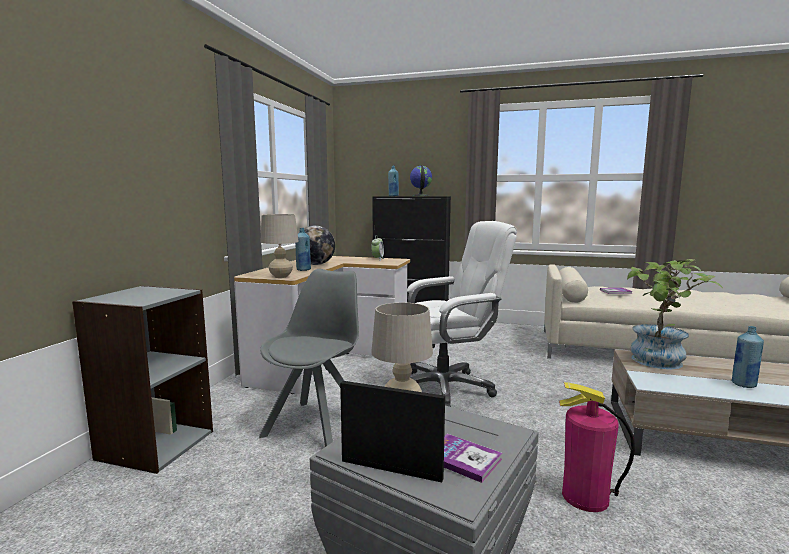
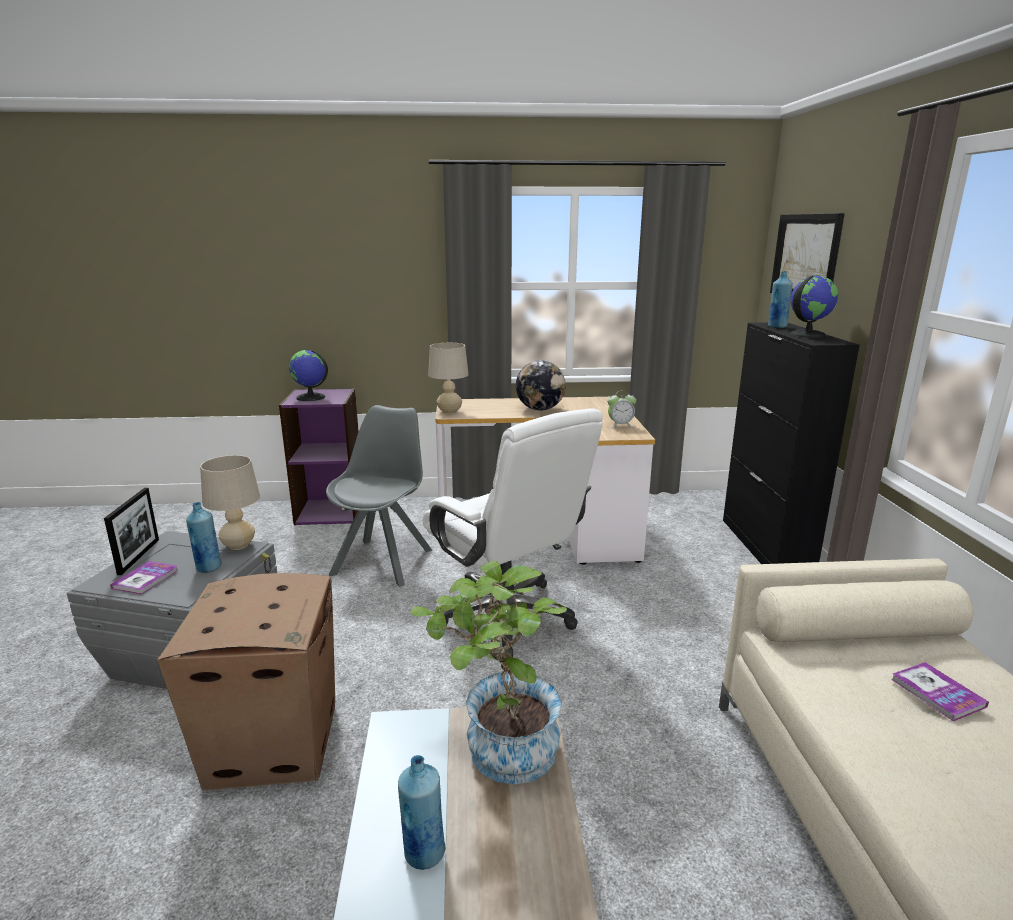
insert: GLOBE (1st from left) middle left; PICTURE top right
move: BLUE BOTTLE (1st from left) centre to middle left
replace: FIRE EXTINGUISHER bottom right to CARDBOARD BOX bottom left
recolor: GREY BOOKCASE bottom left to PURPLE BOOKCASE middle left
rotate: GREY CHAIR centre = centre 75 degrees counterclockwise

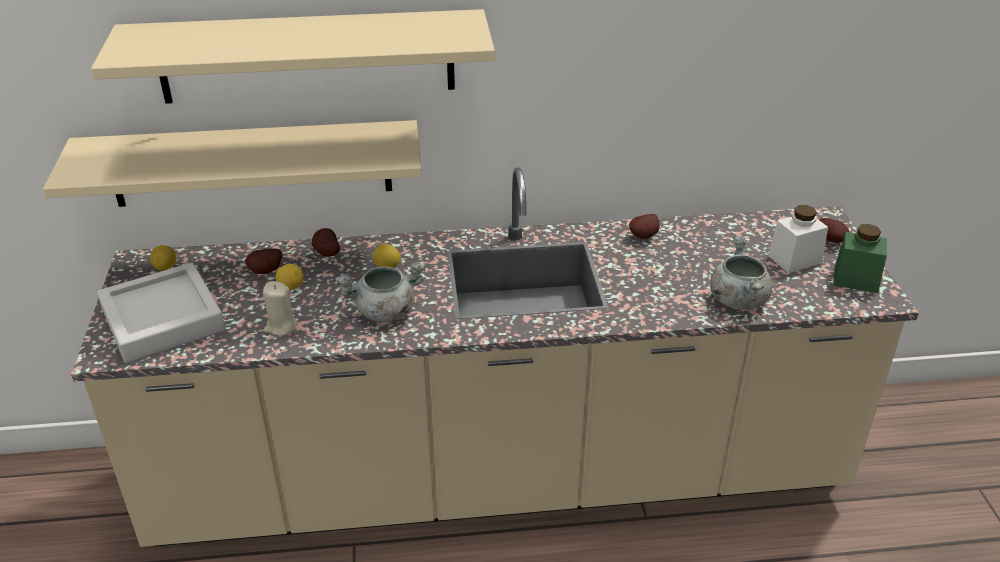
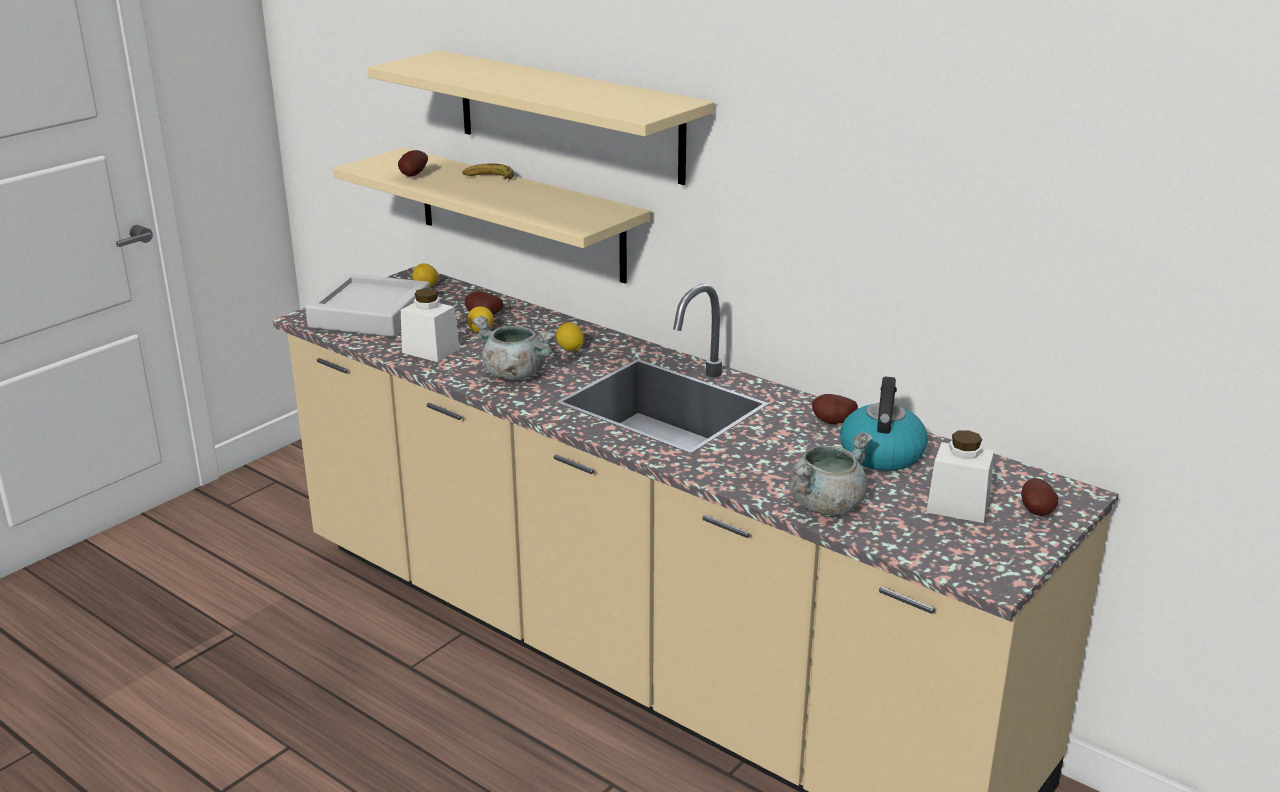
delete: GREEN JAR middle right
insert: BANANA top centre; KETTLE middle right
move: POTATO (2nd from left in the first image) middle left to POTATO (1st from left) top left
replace: BEIGE CANDLE middle left to WHITE JAR (1st from left) centre

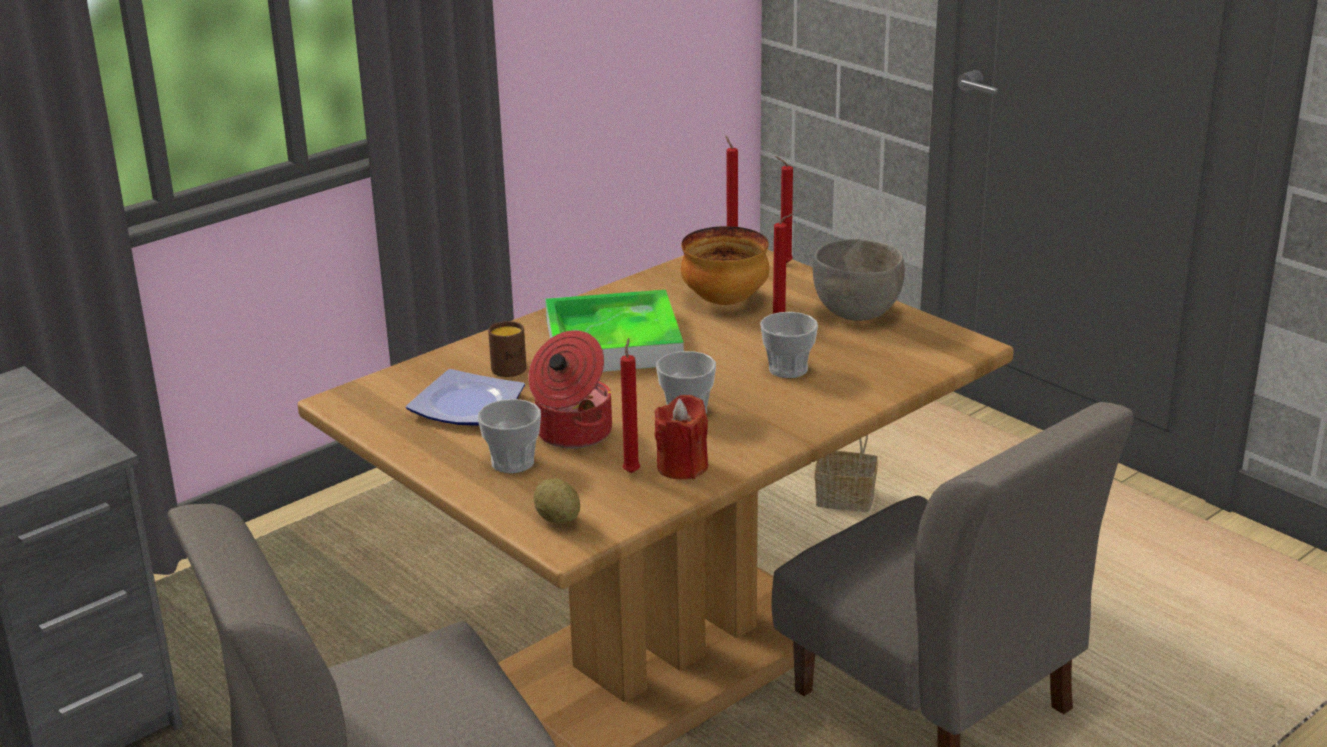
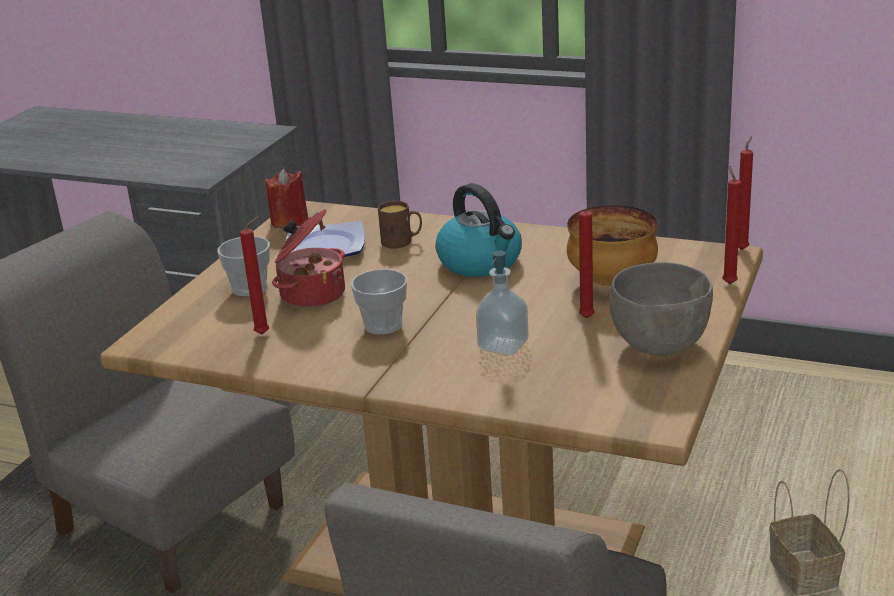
delete: POTATO bottom centre
move: RED CANDLE (2nd from left) centre to top left
replace: TRAY centre to KETTLE centre; CUP (3rd from left) centre to SOAP DISPENSER centre

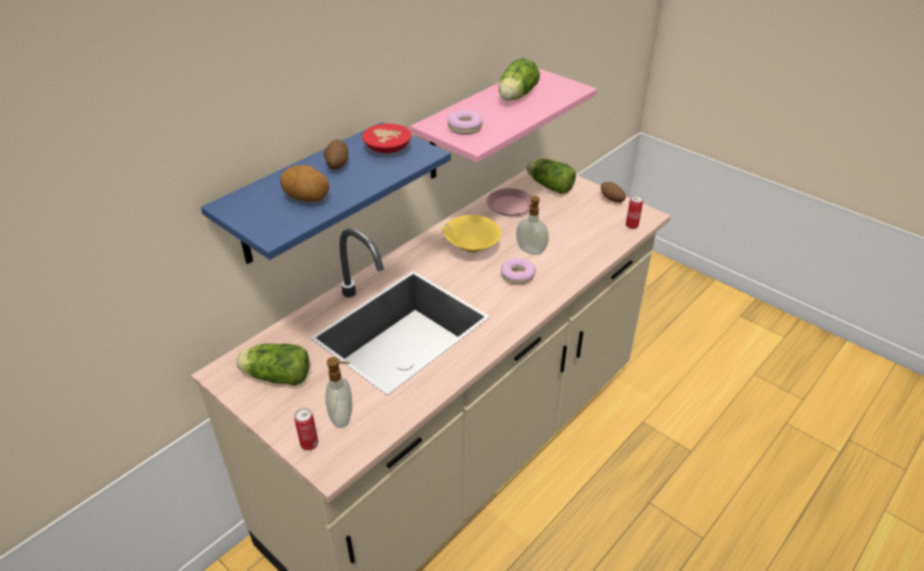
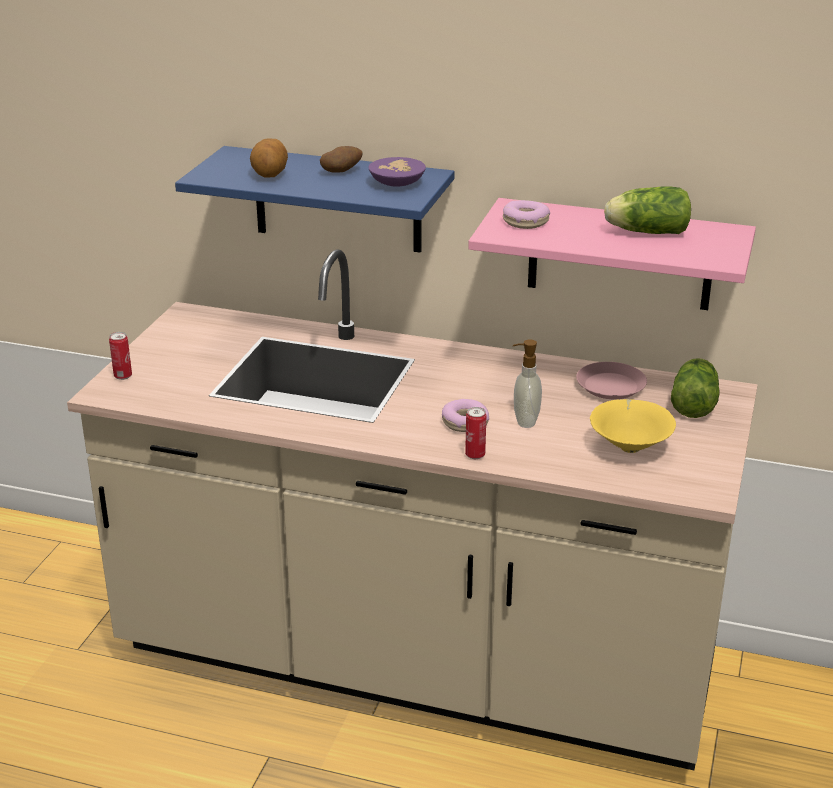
delete: LETTUCE (1st from left) middle left; SOAP DISPENSER (1st from left) bottom centre; POTATO (3rd from left) centre
move: CAN (2nd from left) middle right to centre; YELLOW BOWL centre to middle right
recolor: RED BOWL top centre to PURPLE BOWL top centre

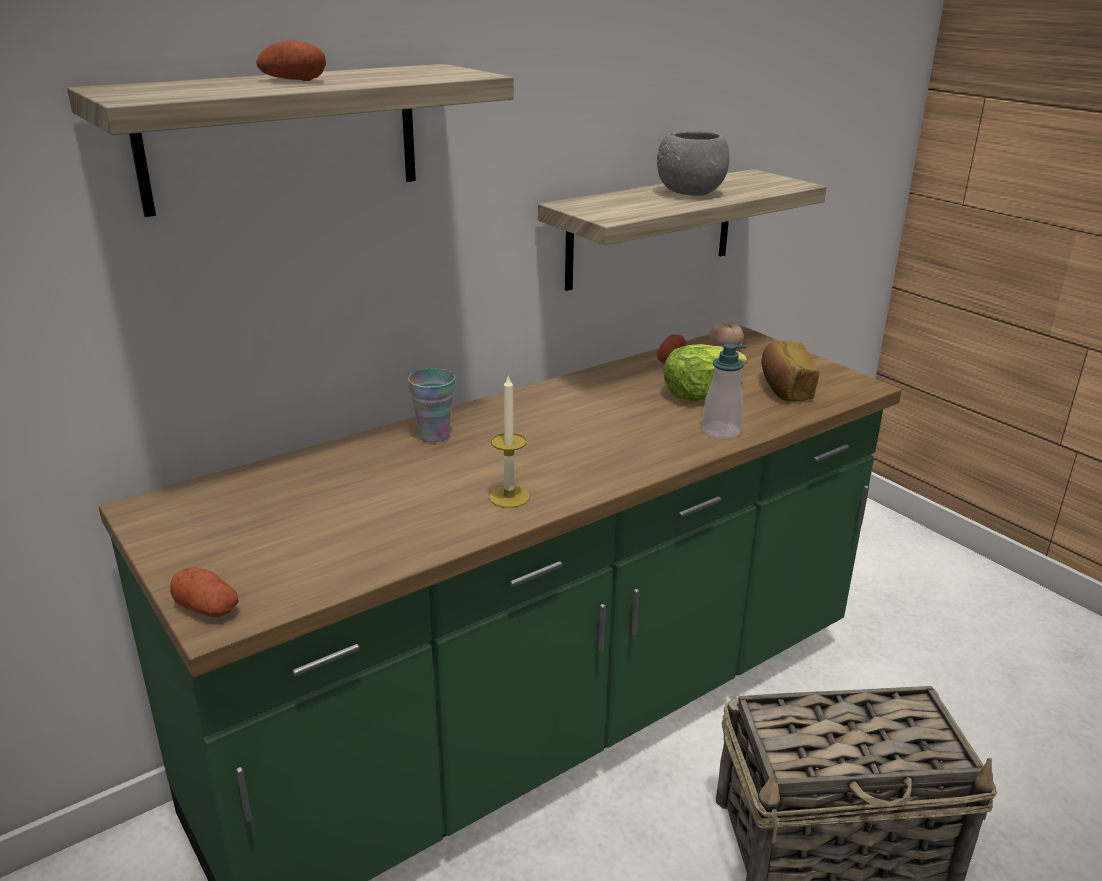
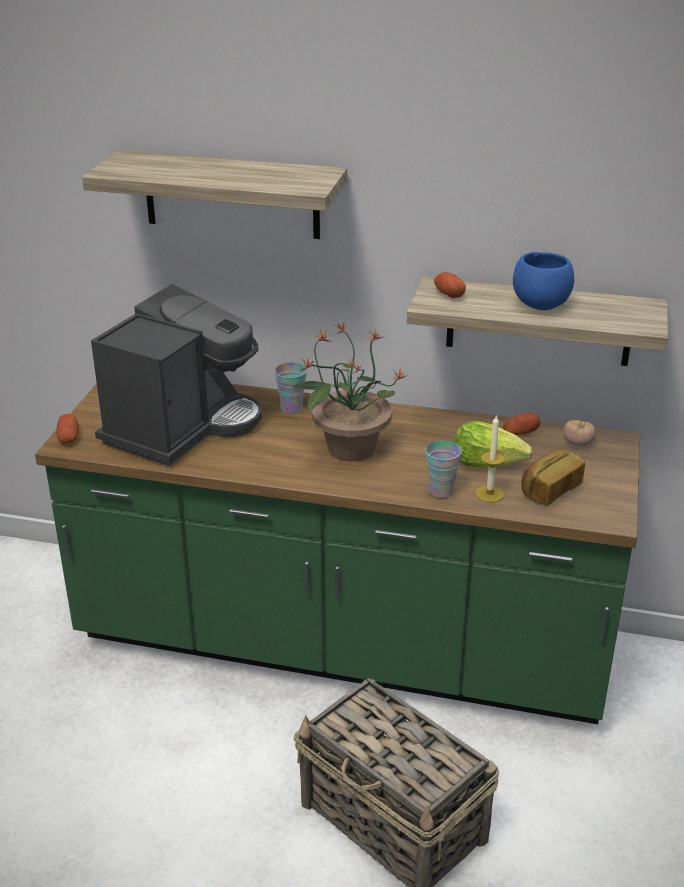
insert: COFFEE MACHINE middle left; POTTED PLANT centre
move: POTATO (2nd from left) top left to top centre; CANDLE centre to middle right
replace: SOAP DISPENSER centre to CUP (2nd from left) centre
recolor: GREY BOWL top centre to BLUE BOWL top right

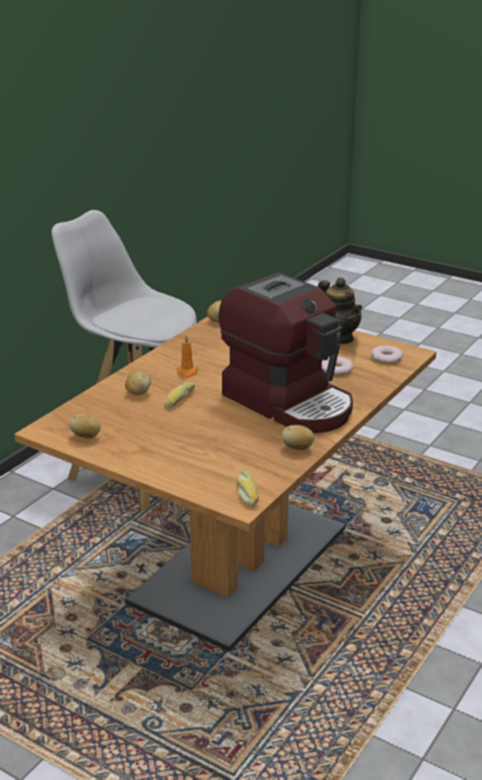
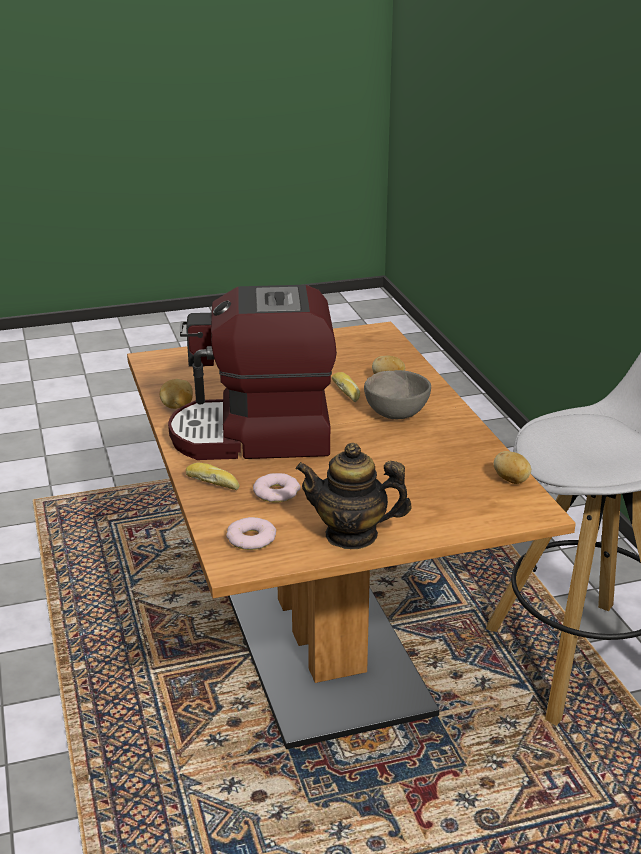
delete: POTATO (1st from left) middle left
move: BREAD (2nd from left in the first image) centre to BREAD (1st from left) middle left
replace: ORANGE CANDLE centre to GREY BOWL centre

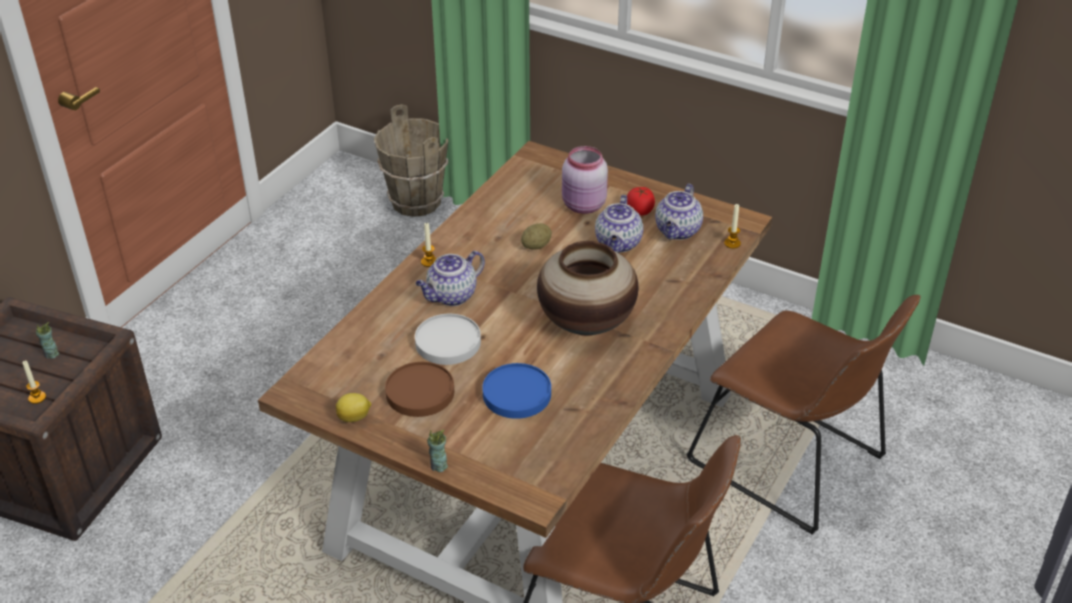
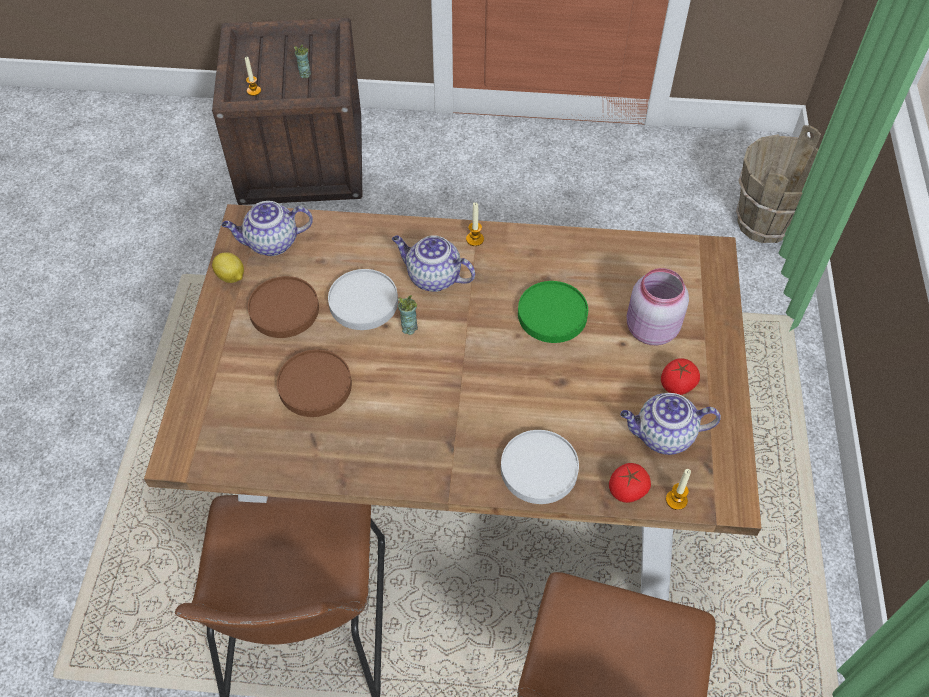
delete: VASE centre
insert: WHITE PLATE (2nd from left) bottom centre; TOMATO (1st from left) bottom right
move: TEAPOT (2nd from left in the first image) centre to TEAPOT (1st from left) top left; CUP (2nd from left) bottom centre to centre
replace: POTATO centre to GREEN PLATE centre
recolor: BLUE PLATE centre to BROWN PLATE (2nd from left) centre

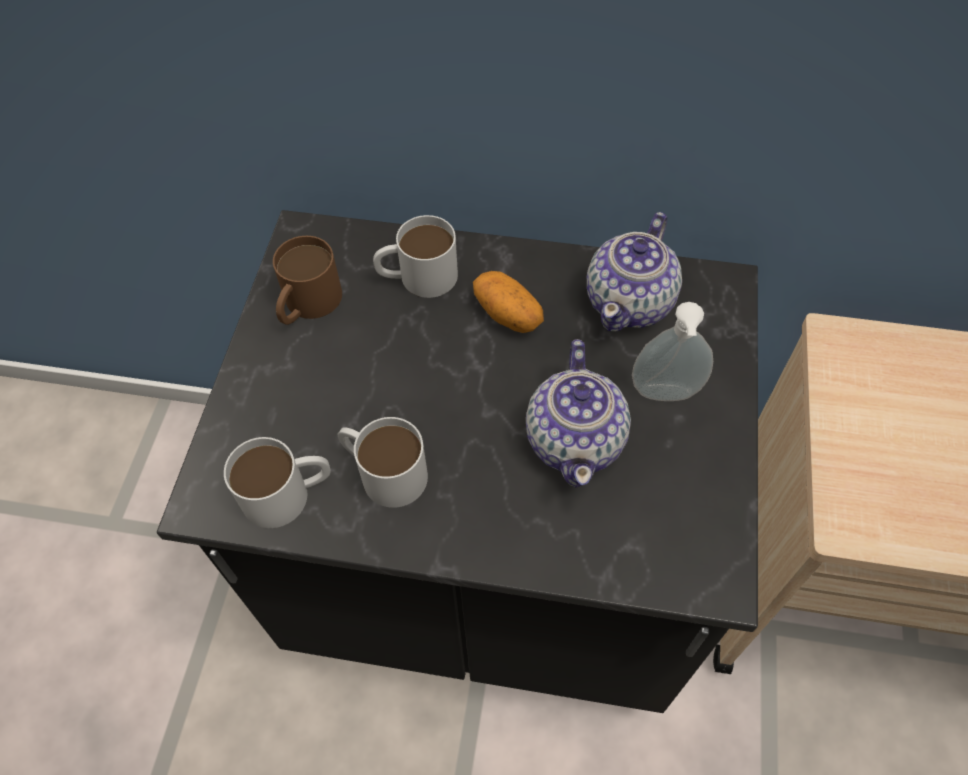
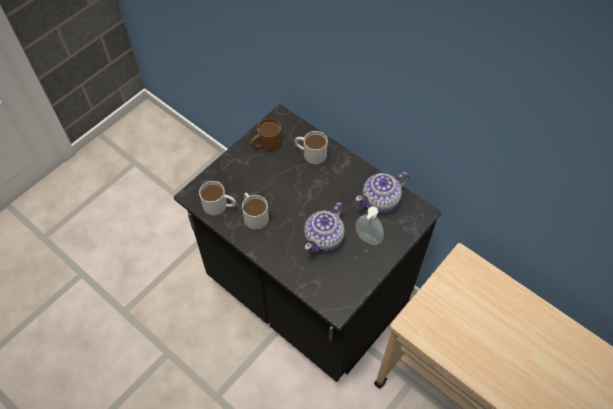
delete: POTATO centre

